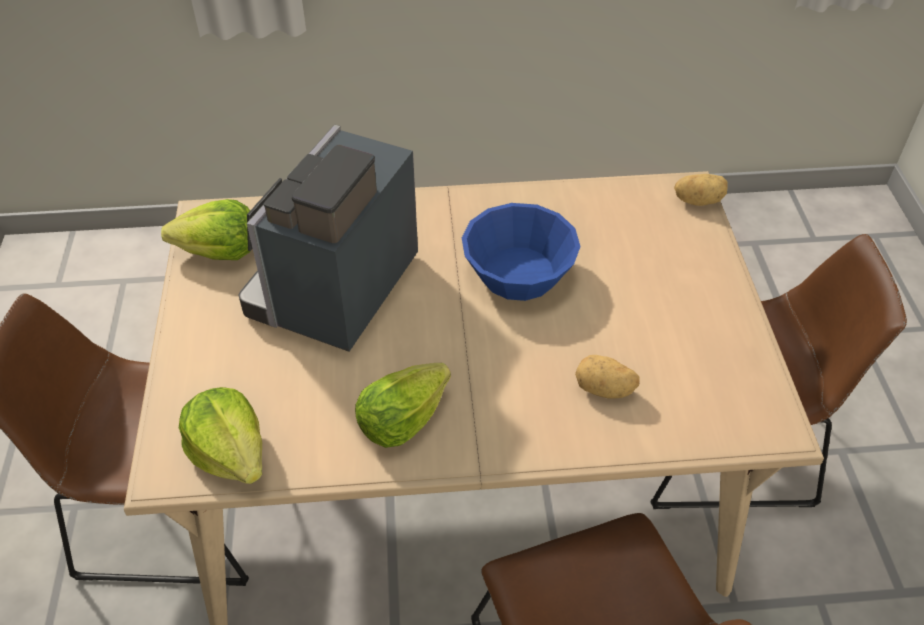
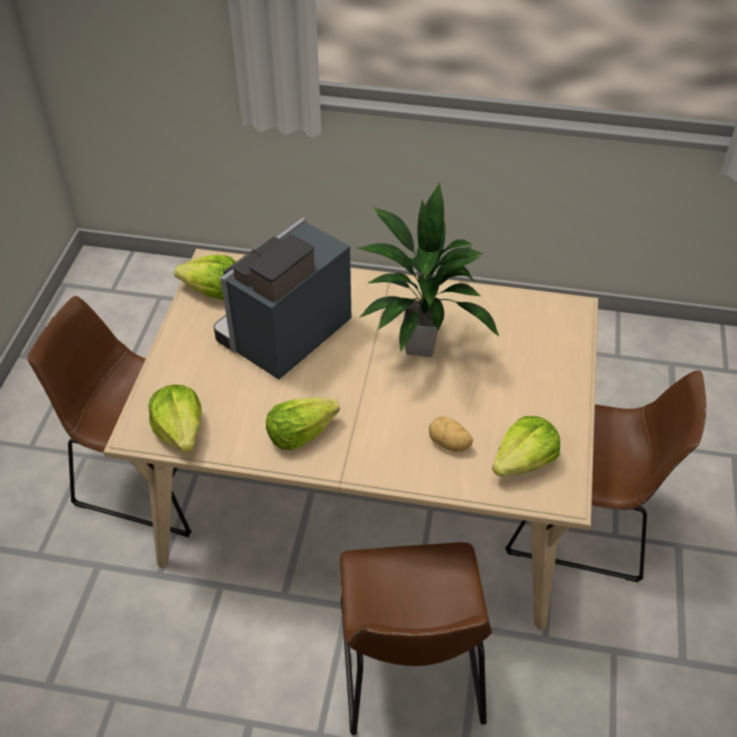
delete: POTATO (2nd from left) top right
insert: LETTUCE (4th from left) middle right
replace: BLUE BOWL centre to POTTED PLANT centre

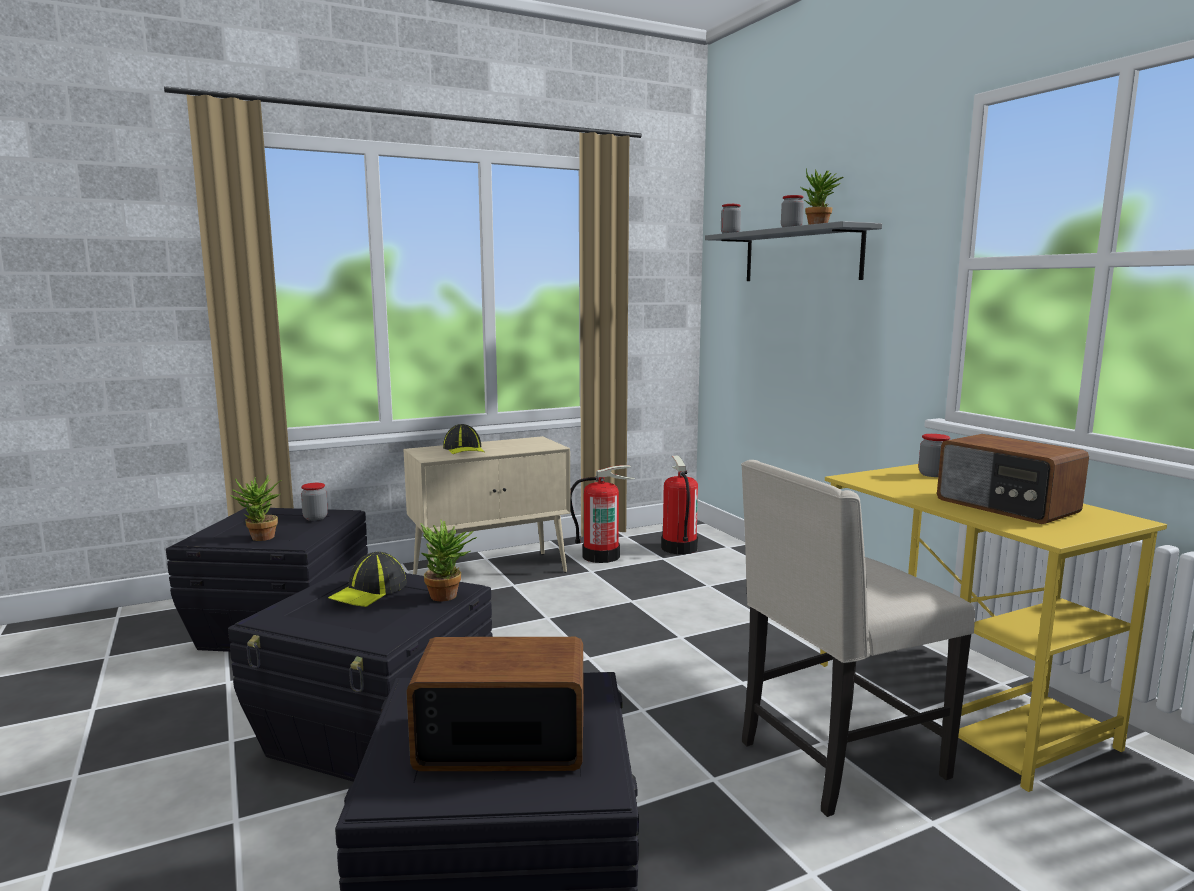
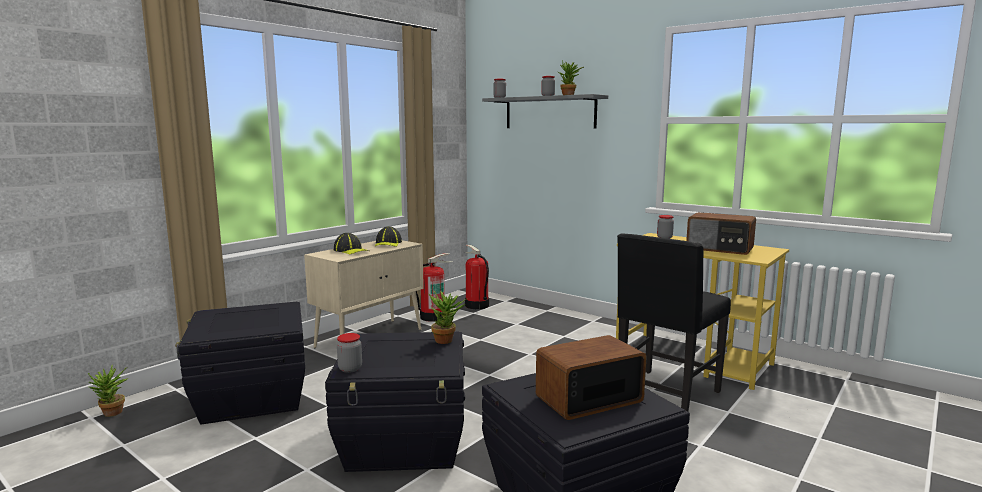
move: POTTED PLANT (1st from left) middle left to bottom left; JAR (1st from left) middle left to bottom centre; CAP (1st from left in the first image) middle left to CAP (2nd from left) centre
recolor: BEIGE CHAIR bottom right to BLACK CHAIR middle right

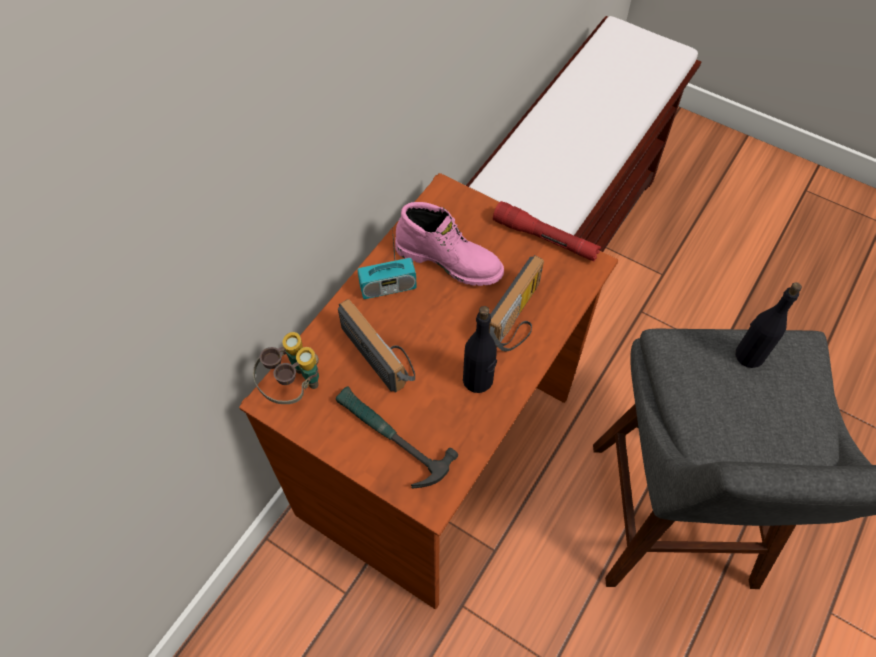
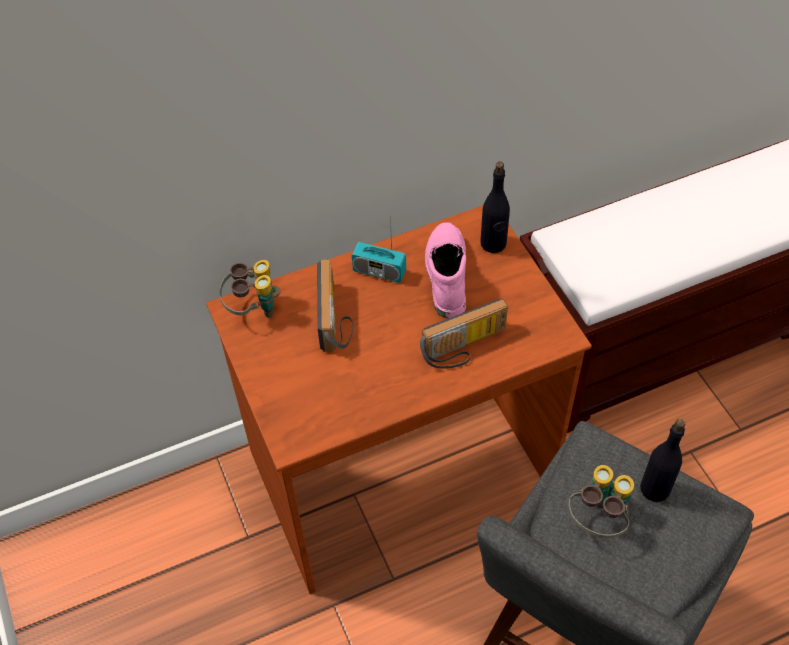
delete: HAMMER centre; RED FLASHLIGHT centre
insert: BINOCULARS (2nd from left) bottom right
move: BLACK BOTTLE (1st from left) centre to top centre
rotate: PINK BOOT centre = centre 150 degrees counterclockwise

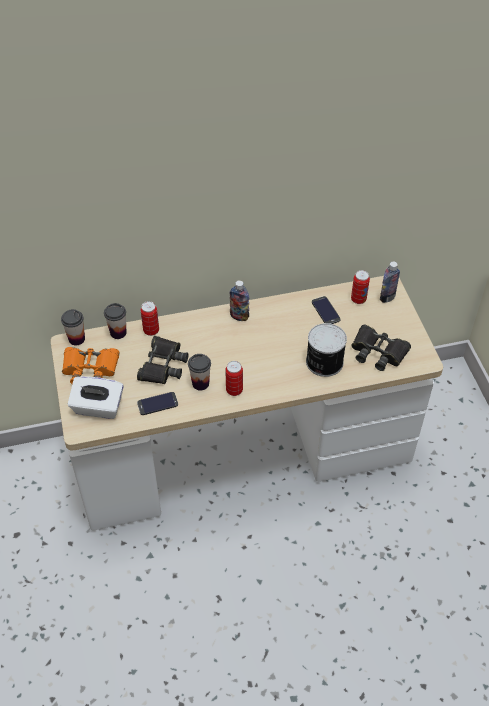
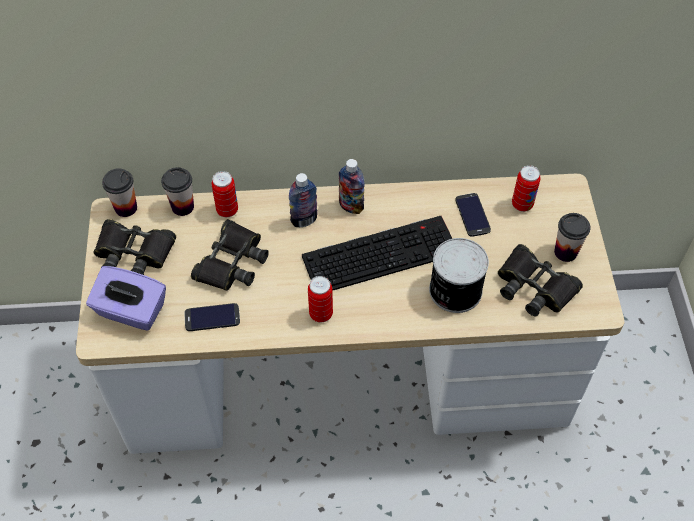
insert: KEYBOARD centre
move: BOTTLE (2nd from left in the first image) middle right to BOTTLE (1st from left) centre; CUP (3rd from left) centre to middle right
recolor: WHITE TISSUE BOX middle left to PURPLE TISSUE BOX middle left; ORANGE BINOCULARS middle left to BLACK BINOCULARS (1st from left) middle left

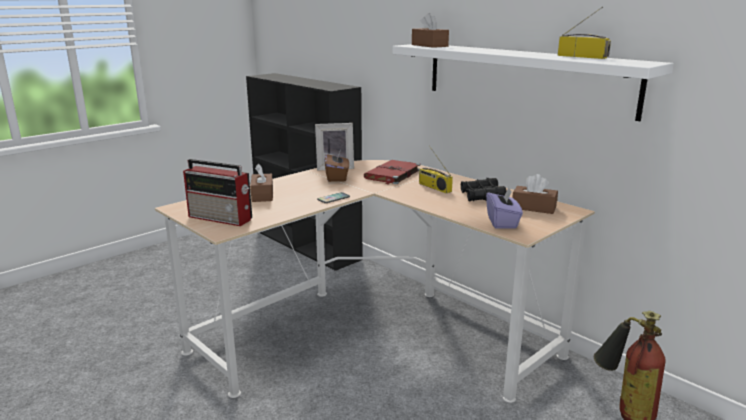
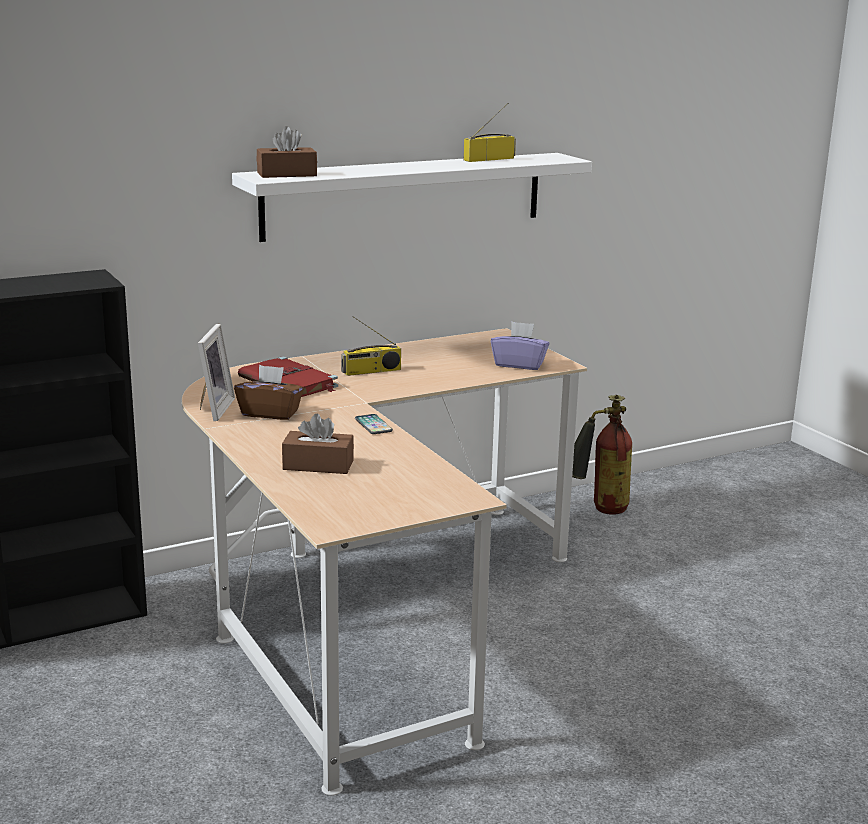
delete: RADIO (1st from left) middle left; BLACK BINOCULARS centre; BROWN TISSUE BOX (4th from left) middle right

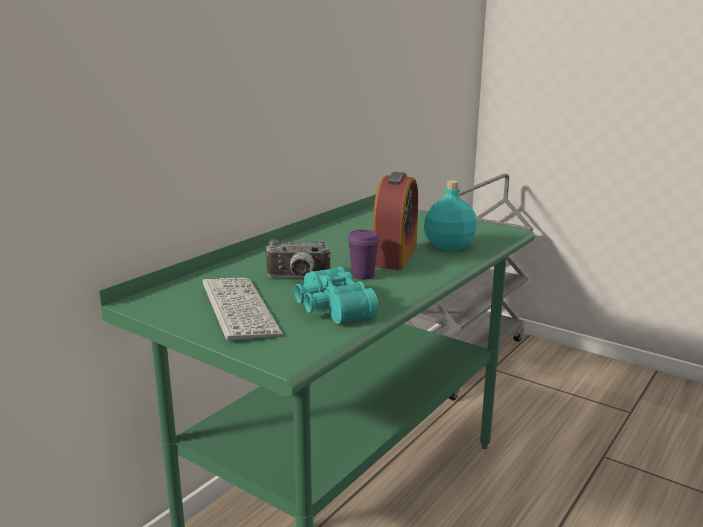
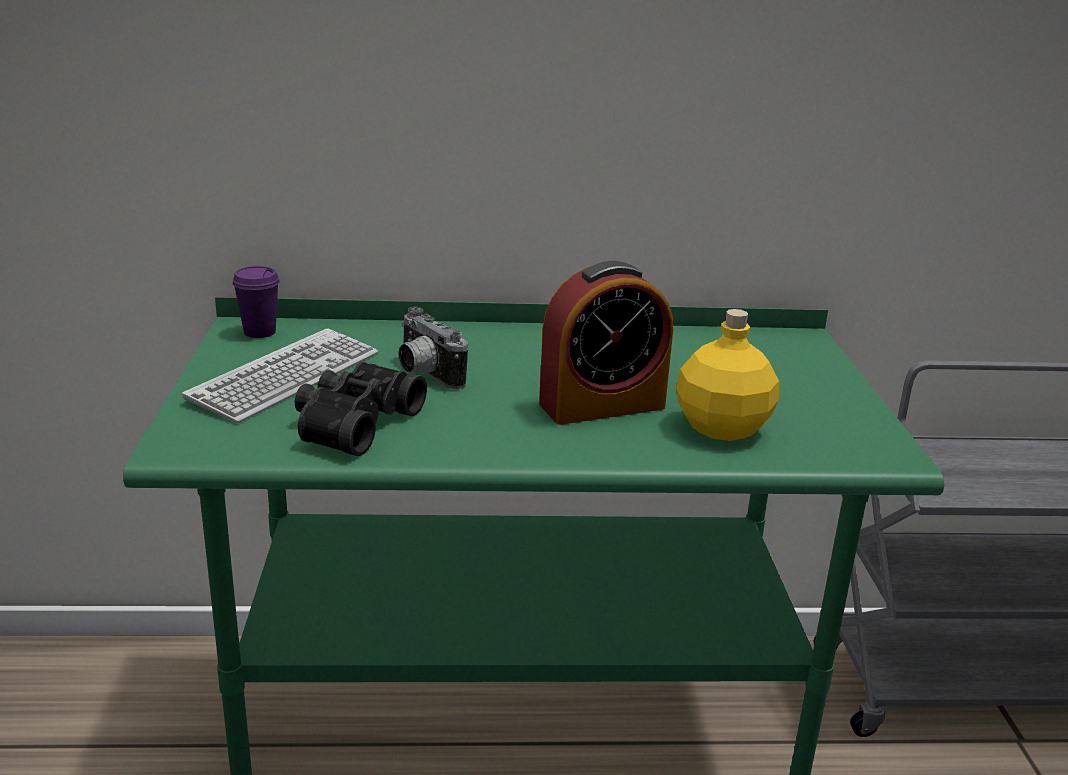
move: PURPLE CUP centre to middle left
recolor: TURQUOISE BINOCULARS centre to BLACK BINOCULARS centre; TURQUOISE BOTTLE centre to YELLOW BOTTLE middle right

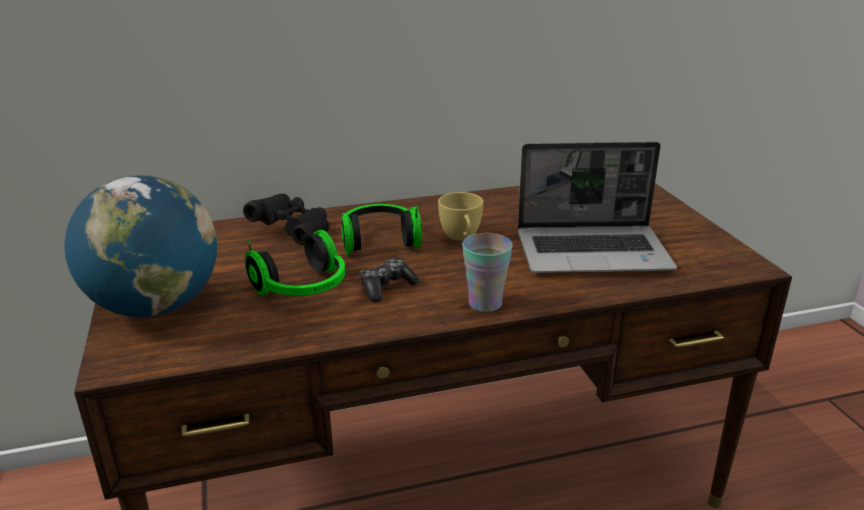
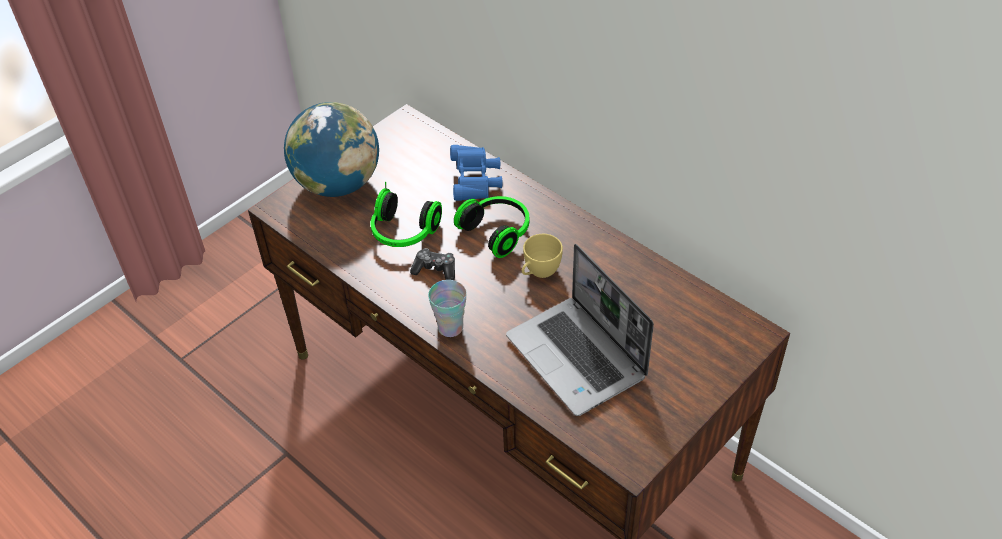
recolor: BLACK BINOCULARS middle left to BLUE BINOCULARS top centre

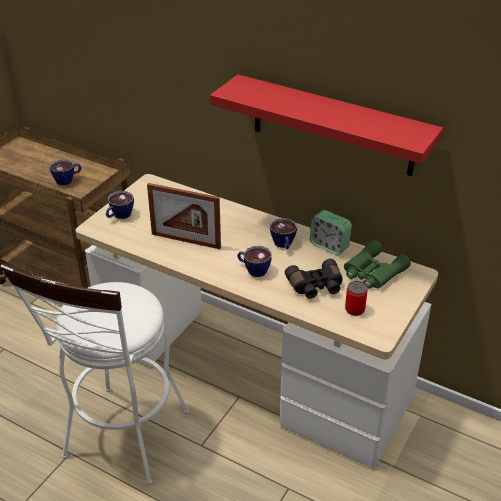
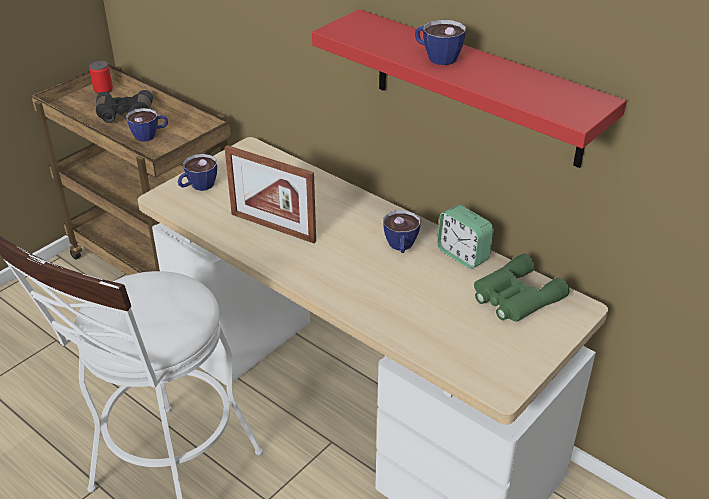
move: CAN middle right to top left; BLACK BINOCULARS centre to top left; CUP (3rd from left in the first image) centre to CUP (4th from left) top centre

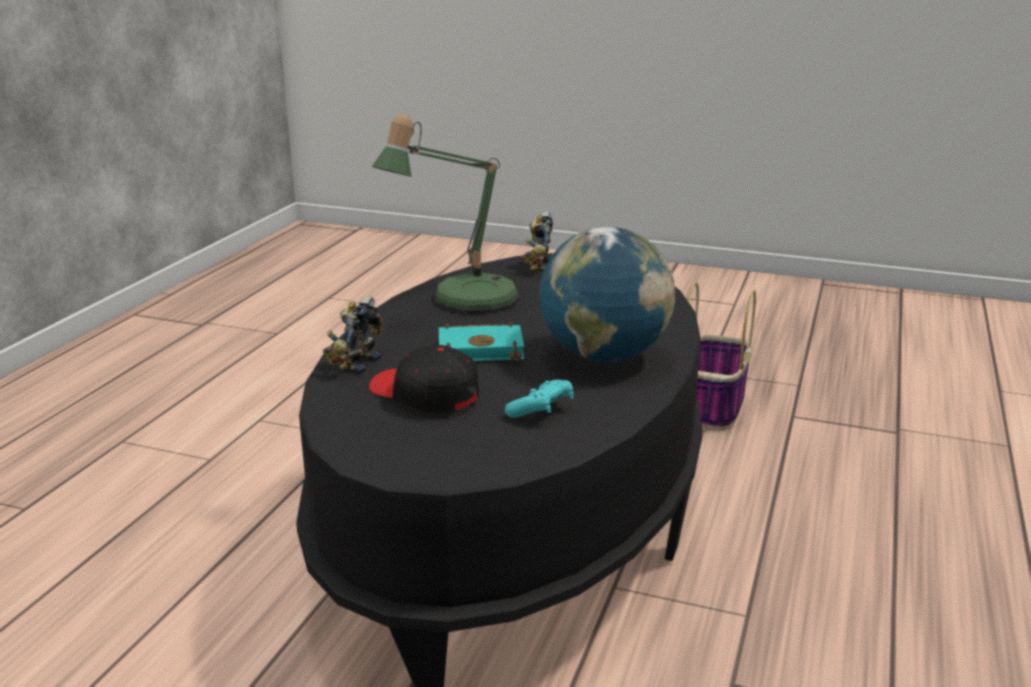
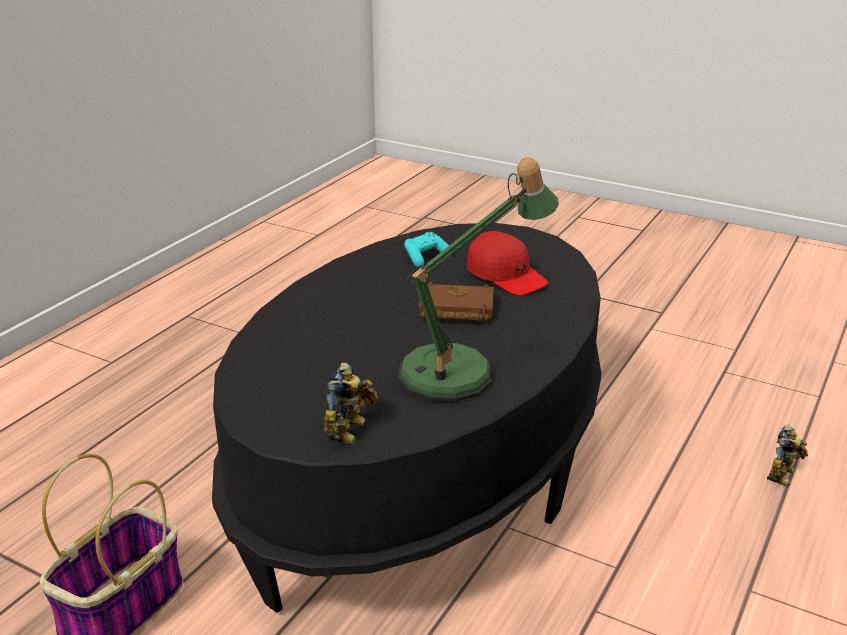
delete: GLOBE centre
move: TOY ROBOT (1st from left in the first image) centre to TOY ROBOT (2nd from left) bottom right
recolor: TURQUOISE BOOK centre to BROWN BOOK centre; BLACK CAP centre to RED CAP centre

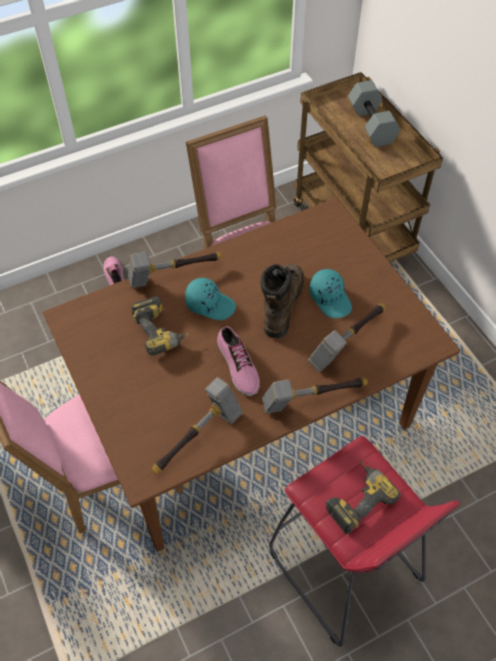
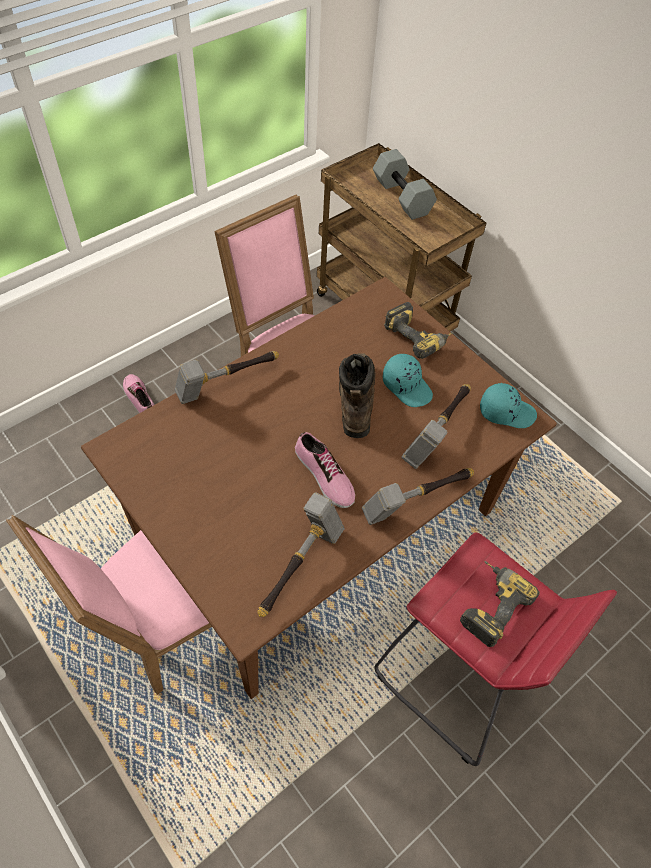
move: POWER DRILL (1st from left) middle left to centre; TURQUOISE CAP (1st from left in the first image) centre to TURQUOISE CAP (2nd from left) middle right

